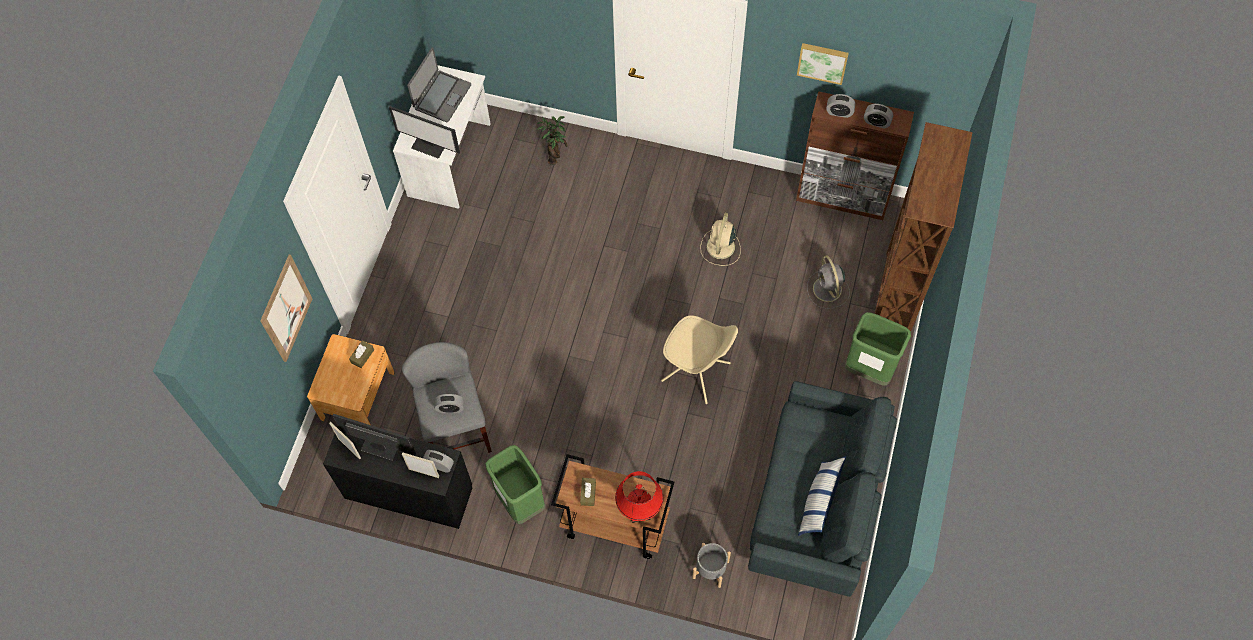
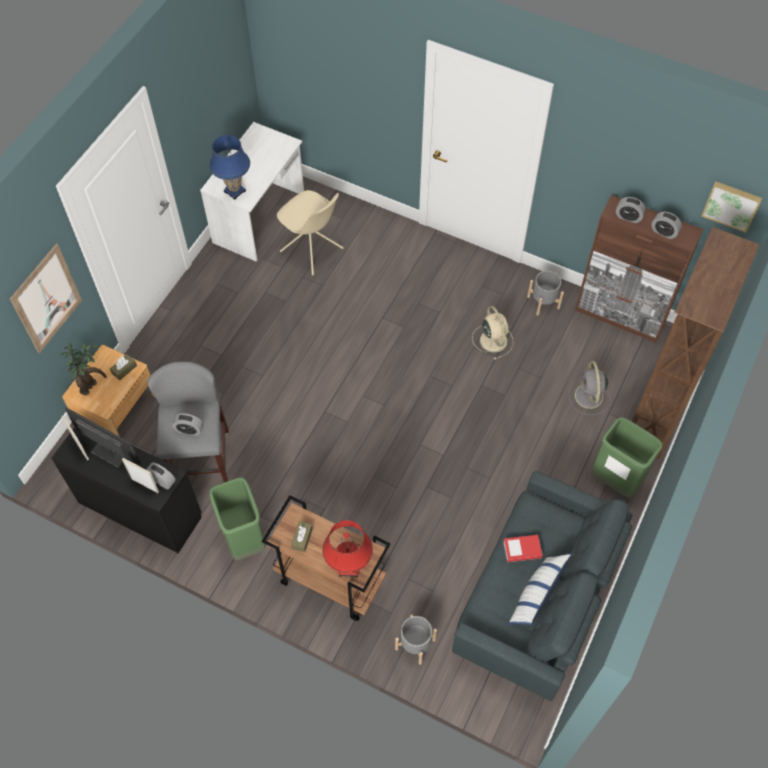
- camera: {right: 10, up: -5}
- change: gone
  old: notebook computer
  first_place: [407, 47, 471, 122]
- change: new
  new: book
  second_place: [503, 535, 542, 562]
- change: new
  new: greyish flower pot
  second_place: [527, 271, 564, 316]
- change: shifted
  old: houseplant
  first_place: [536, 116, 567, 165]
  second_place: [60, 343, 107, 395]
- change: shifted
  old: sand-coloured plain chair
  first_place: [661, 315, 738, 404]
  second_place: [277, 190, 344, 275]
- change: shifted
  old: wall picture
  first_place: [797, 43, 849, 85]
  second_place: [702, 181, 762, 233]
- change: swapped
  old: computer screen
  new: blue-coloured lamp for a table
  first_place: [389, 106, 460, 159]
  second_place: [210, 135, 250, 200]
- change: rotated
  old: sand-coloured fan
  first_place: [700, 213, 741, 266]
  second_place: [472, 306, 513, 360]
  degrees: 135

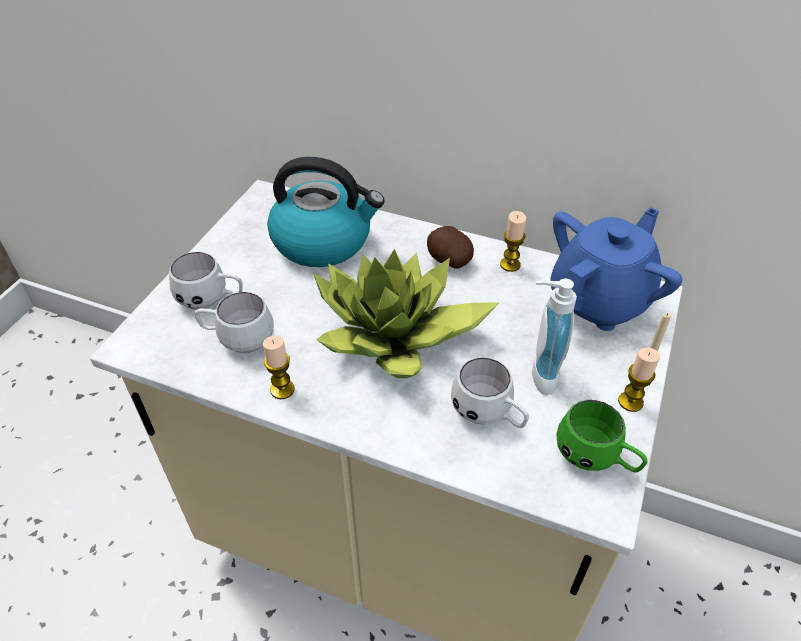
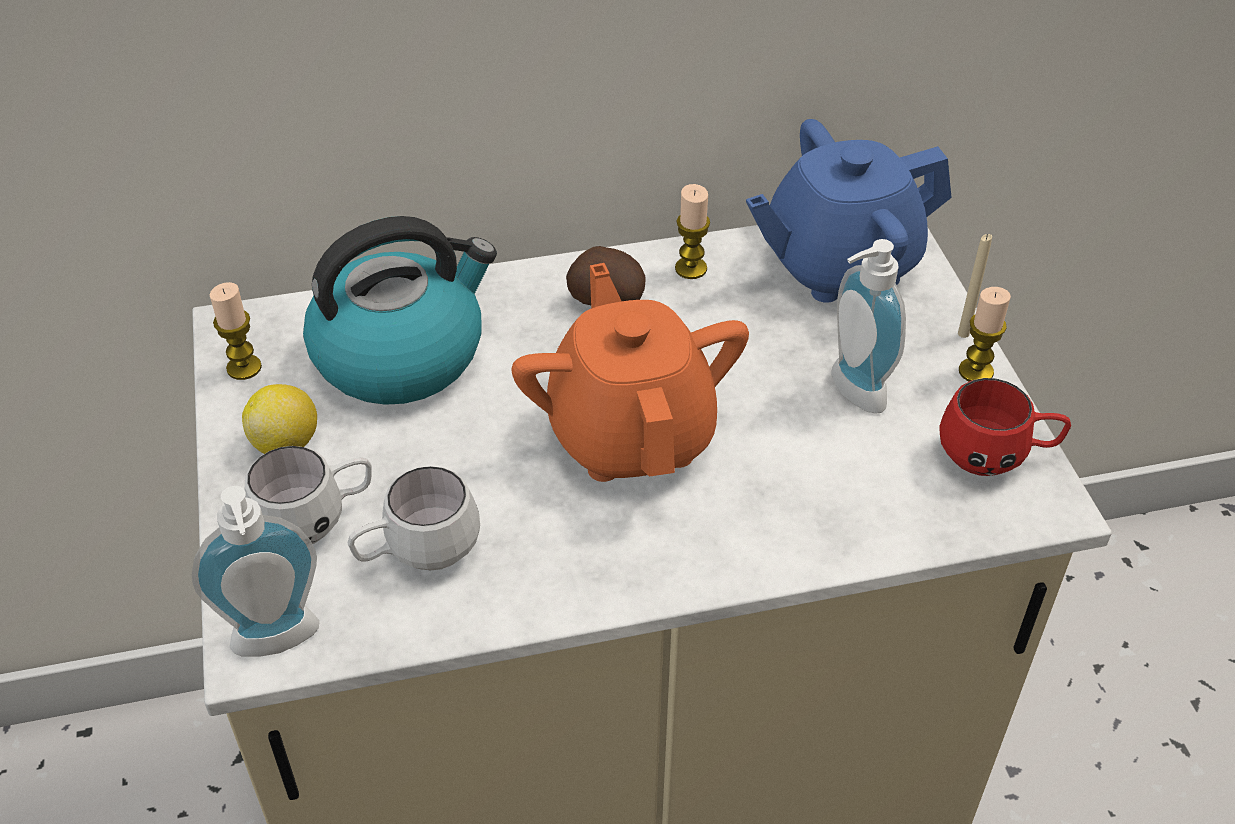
- camera: {right: -35, up: 0}
- change: gone
  old: white-coloured tea mug
  first_place: [451, 358, 529, 428]
- change: new
  new: soap dispenser
  second_place: [192, 486, 320, 657]
- change: new
  new: citrus fruit
  second_place: [242, 384, 317, 454]
- change: shifted
  old: candle
  first_place: [263, 335, 295, 399]
  second_place: [209, 282, 262, 380]
- change: swapped
  old: houseplant
  new: orange-coloured tea pot
  first_place: [313, 249, 500, 378]
  second_place: [512, 263, 749, 482]
- change: repainted
  old: greenish tea mug
  new: red tea mug
  first_place: [557, 400, 647, 472]
  second_place: [940, 378, 1071, 476]
- change: rotated
  old: blue-coloured tea pot
  first_place: [550, 207, 682, 331]
  second_place: [746, 119, 952, 303]
  degrees: -120

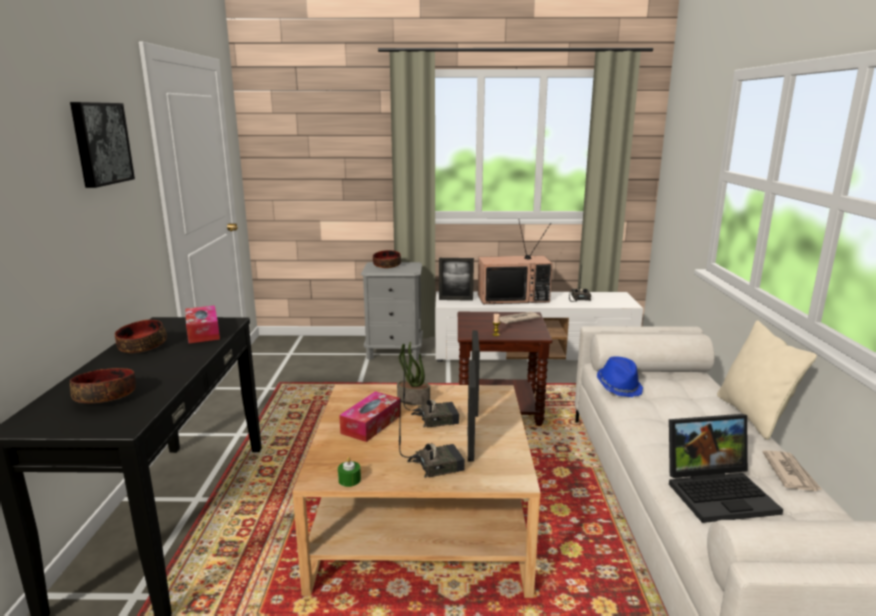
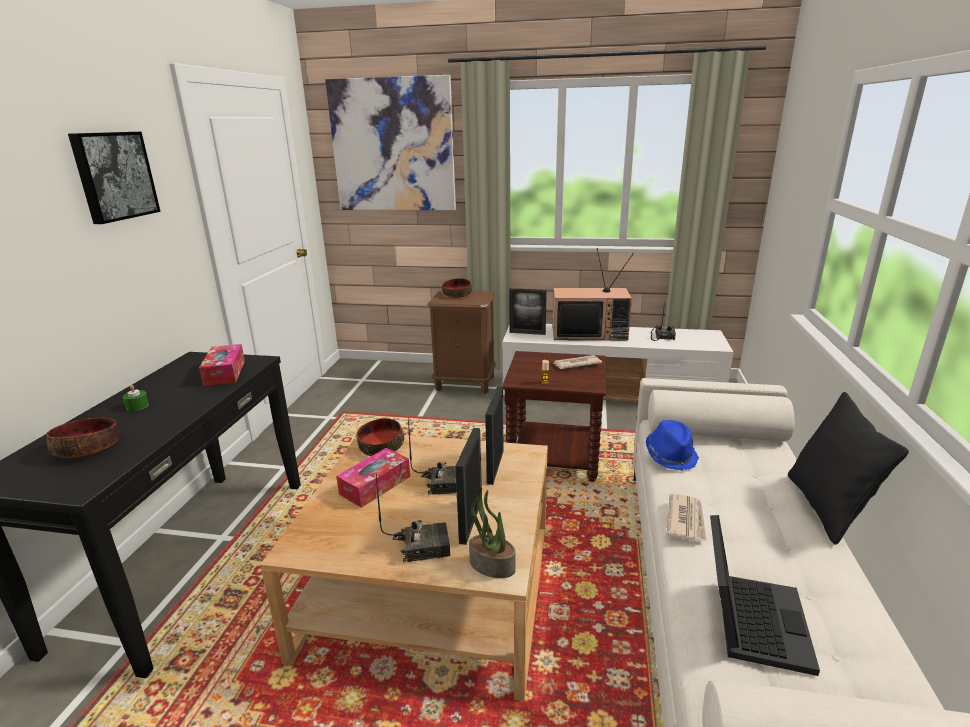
- camera: {right: 10, up: 5}
- change: new
  new: wall picture
  second_place: [325, 75, 456, 210]
- change: shifted
  old: bowl
  first_place: [115, 320, 167, 353]
  second_place: [357, 418, 404, 456]
- change: shifted
  old: greenish candle
  first_place: [338, 457, 361, 487]
  second_place: [123, 385, 149, 411]
- change: shifted
  old: houseplant
  first_place: [397, 342, 430, 405]
  second_place: [469, 487, 516, 578]
- change: shifted
  old: newspaper
  first_place: [763, 450, 822, 491]
  second_place: [667, 494, 707, 542]
- change: repainted
  old: greyish night table
  new: brown night table
  first_place: [361, 262, 423, 360]
  second_place: [427, 290, 496, 394]
- change: repainted
  old: sand-coloured throw pillow
  new: blackish throw pillow
  first_place: [717, 320, 817, 440]
  second_place: [788, 392, 909, 545]
- change: rotated
  old: notebook computer
  first_place: [669, 414, 783, 523]
  second_place: [710, 515, 820, 676]
  degrees: -75

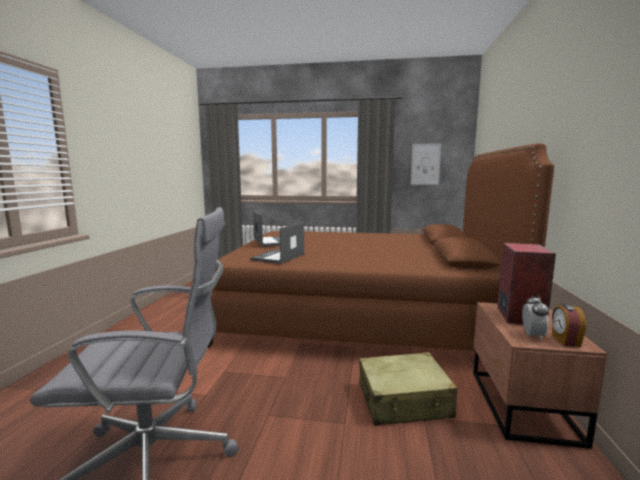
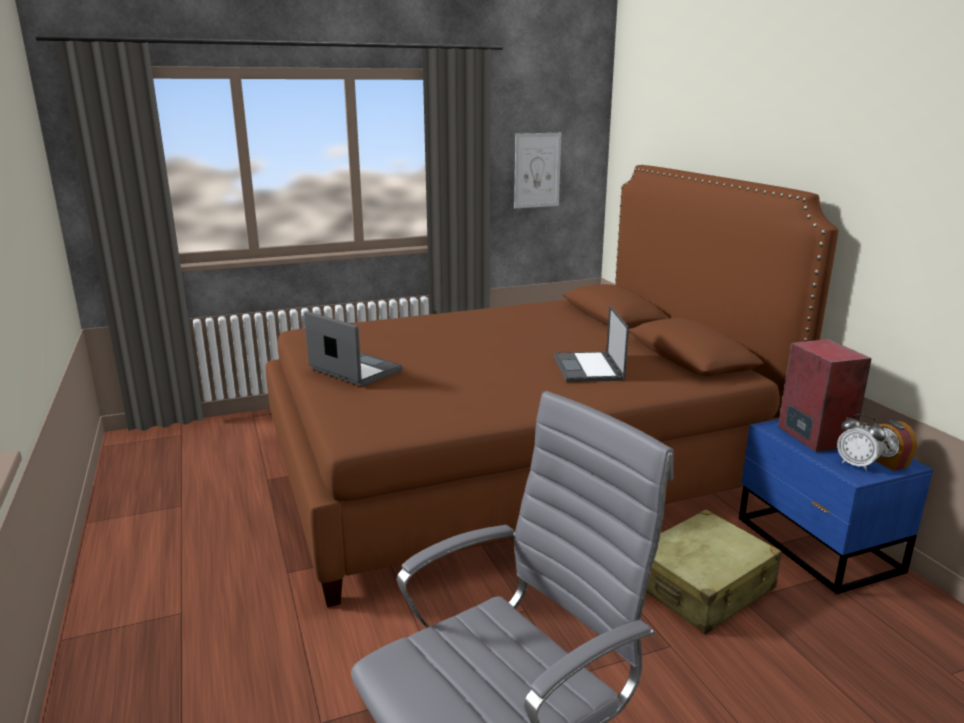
- camera: {right: -30, up: 10}
- change: shifted
  old: notebook computer
  first_place: [250, 222, 304, 264]
  second_place: [554, 305, 629, 382]
- change: repainted
  old: brown night table
  new: blue-coloured night table
  first_place: [473, 302, 607, 449]
  second_place: [739, 419, 933, 594]
- change: rotated
  old: alarm clock
  first_place: [522, 293, 549, 340]
  second_place: [837, 414, 886, 471]
  degrees: 150

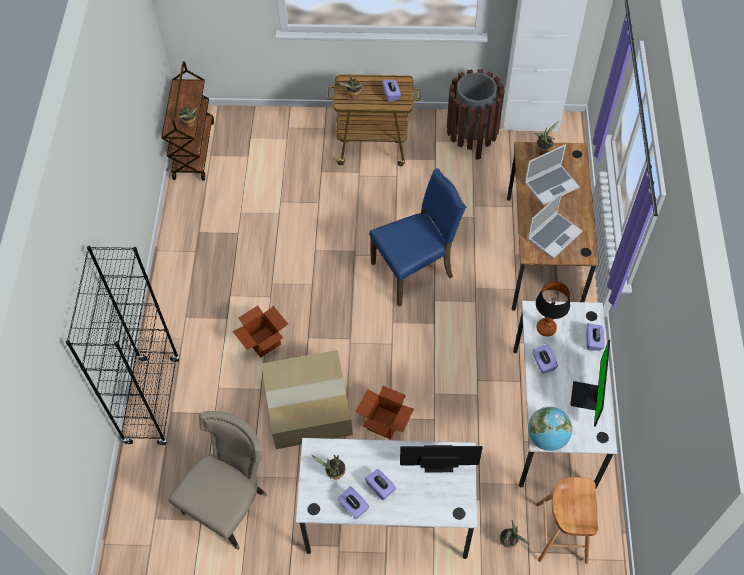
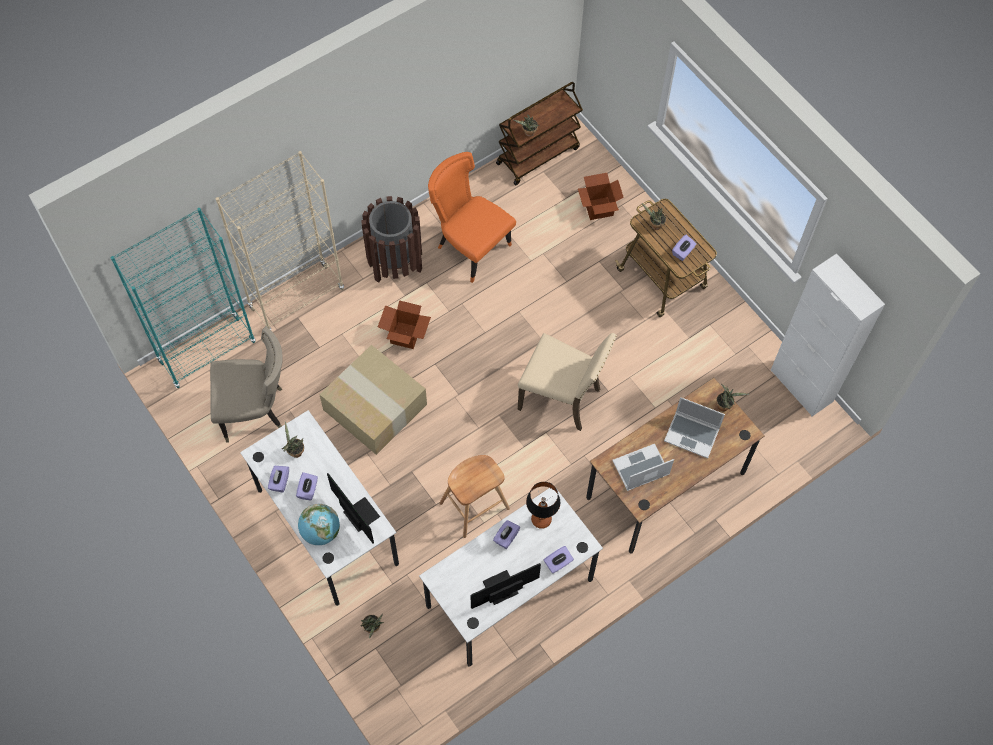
- camera: {right: 50, up: 5}
- change: new
  new: turquoise shelving unit
  second_place: [111, 208, 256, 388]
- change: new
  new: orange-coloured plain chair
  second_place: [428, 152, 516, 283]
- change: shifted
  old: packing box
  first_place: [355, 386, 414, 439]
  second_place: [578, 173, 624, 220]
- change: shifted
  old: brown waste bin
  first_place: [447, 69, 504, 160]
  second_place: [361, 196, 422, 283]
- change: shifted
  old: globe
  first_place: [528, 407, 572, 451]
  second_place: [298, 504, 340, 545]
- change: shifted
  old: brown stool seat
  first_place: [536, 477, 598, 564]
  second_place: [439, 455, 510, 538]
- change: repainted
  old: blackish shelving unit
  new: sand-coloured shelving unit
  first_place: [66, 246, 180, 445]
  second_place: [216, 151, 344, 330]
- change: repainted
  old: blue-coloured plain chair
  new: sand-coloured plain chair
  first_place: [369, 168, 466, 307]
  second_place: [518, 333, 617, 431]
- change: rotated
  old: notebook computer
  first_place: [527, 192, 582, 259]
  second_place: [612, 444, 674, 491]
  degrees: 150

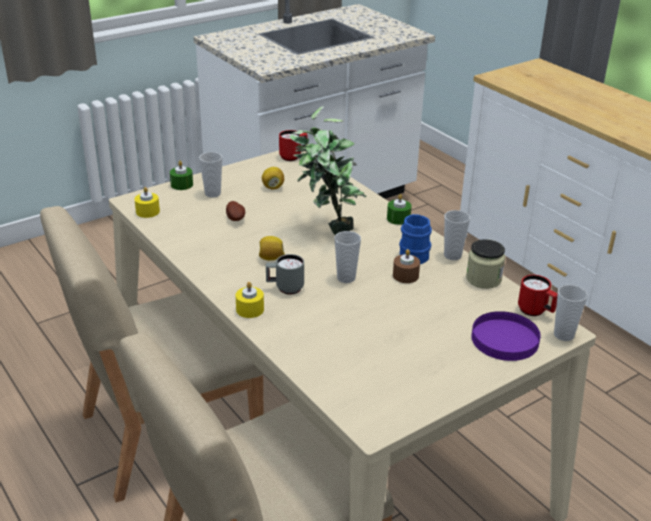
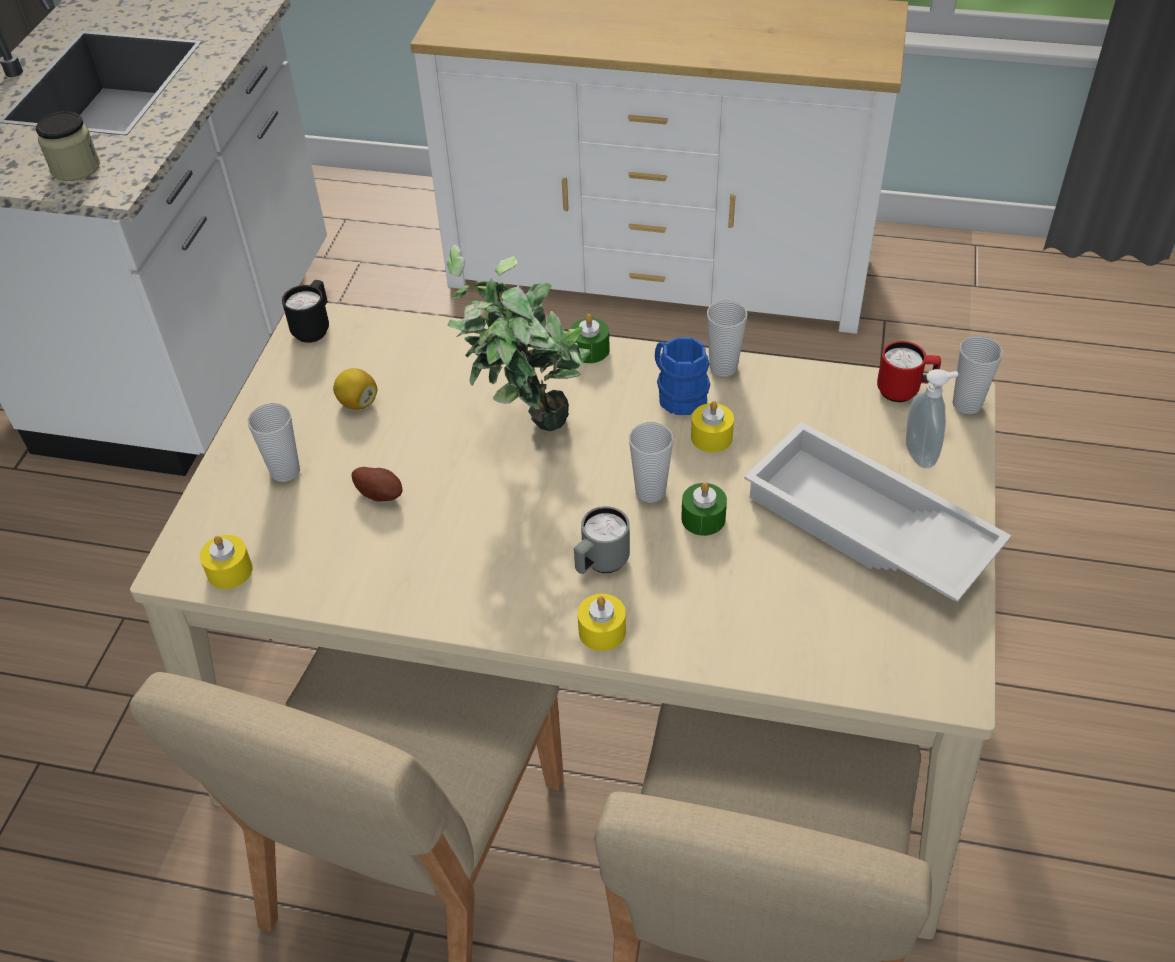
- camera: {right: -40, up: 15}
- change: gone
  old: citrus fruit
  first_place: [259, 236, 285, 260]
- change: new
  new: white-coloured serving tray
  second_place: [744, 422, 1012, 602]
- change: shifted
  old: greenish candle
  first_place: [170, 161, 193, 190]
  second_place: [681, 482, 727, 536]
- change: shifted
  old: jar
  first_place: [466, 239, 505, 289]
  second_place: [36, 112, 100, 181]
- change: swapped
  old: purplish plate
  new: soap dispenser
  first_place: [471, 311, 541, 361]
  second_place: [906, 369, 958, 468]
- change: repainted
  old: red tea mug
  new: blackish tea mug
  first_place: [279, 130, 308, 161]
  second_place: [282, 280, 329, 343]
- change: repainted
  old: brown candle
  new: yellowish candle
  first_place: [393, 249, 420, 283]
  second_place: [691, 401, 734, 453]

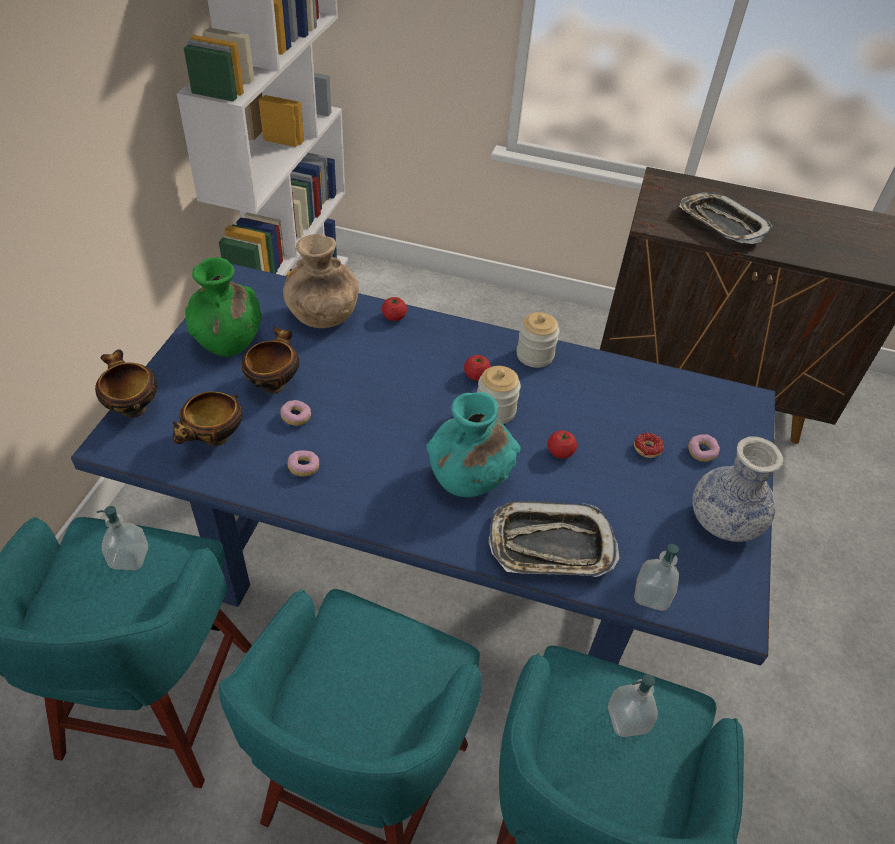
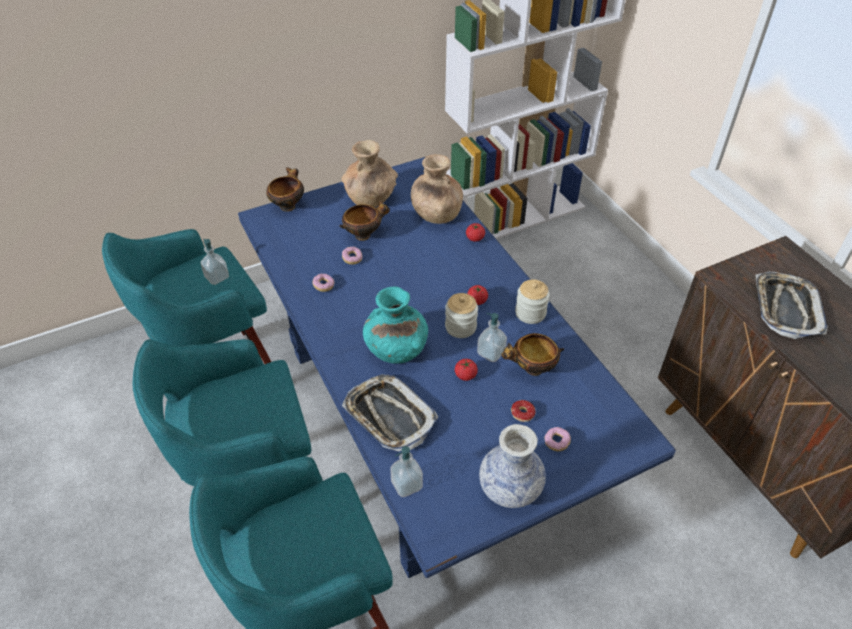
- camera: {right: 50, up: 0}
- change: shifted
  old: bowl
  first_place: [173, 391, 242, 446]
  second_place: [501, 333, 564, 376]
- change: shifted
  old: soap dispenser
  first_place: [608, 674, 658, 737]
  second_place: [477, 313, 507, 362]
- change: repainted
  old: greenish vase
  new: brown vase
  first_place: [185, 257, 262, 357]
  second_place: [342, 140, 398, 207]

